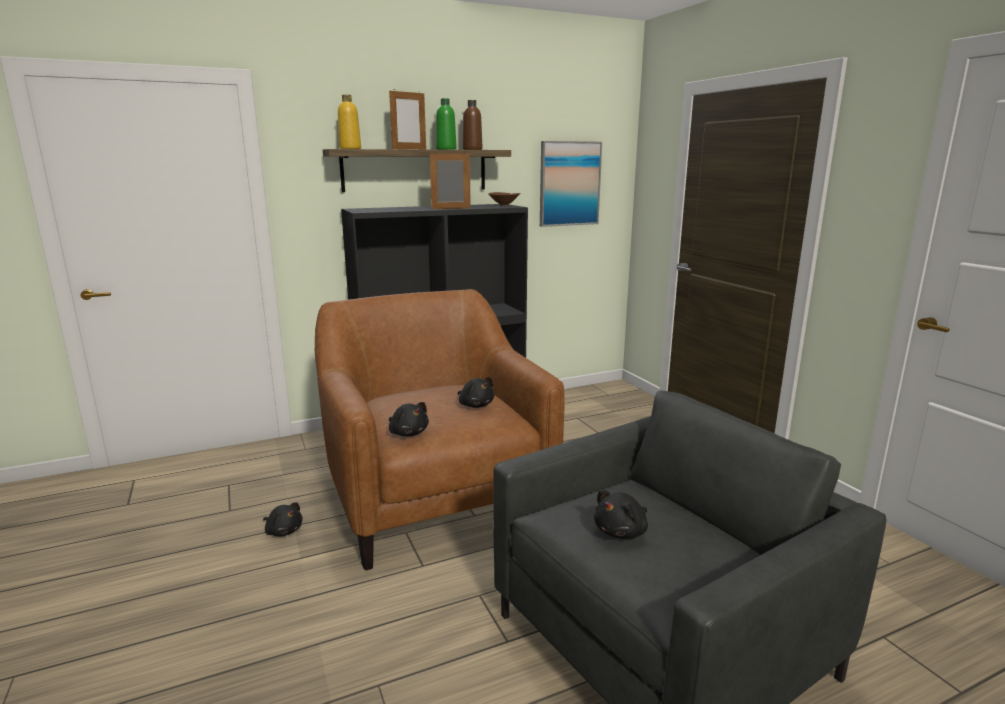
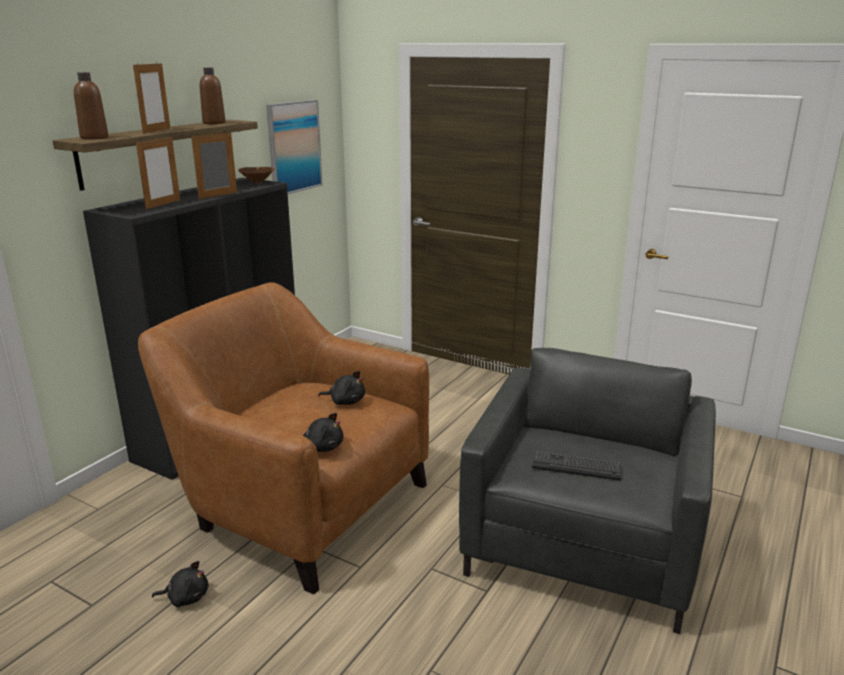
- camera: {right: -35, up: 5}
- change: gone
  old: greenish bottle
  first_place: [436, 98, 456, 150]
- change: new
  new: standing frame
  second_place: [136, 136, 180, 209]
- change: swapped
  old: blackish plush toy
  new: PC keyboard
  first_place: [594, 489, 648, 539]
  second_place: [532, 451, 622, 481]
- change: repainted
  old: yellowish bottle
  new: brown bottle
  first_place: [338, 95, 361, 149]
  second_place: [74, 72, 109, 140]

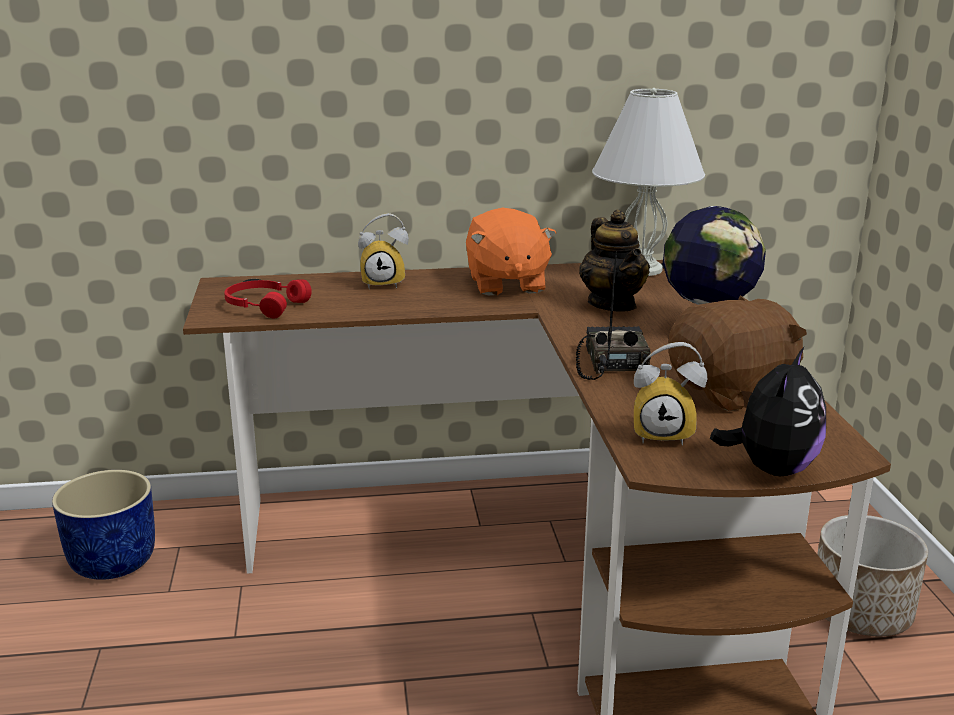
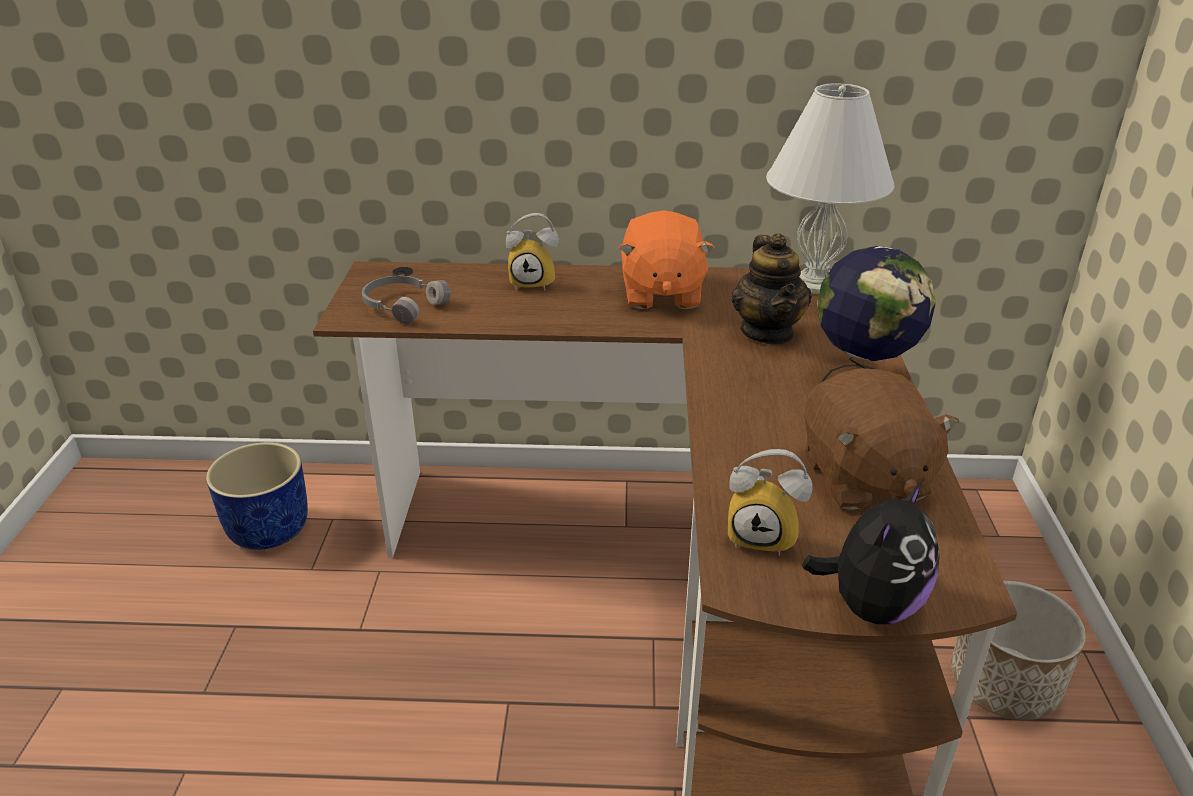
- camera: {right: 10, up: 10}
- change: gone
  old: radio receiver
  first_place: [576, 251, 651, 380]
- change: repainted
  old: red pair of headphones
  new: greyish pair of headphones
  first_place: [224, 280, 312, 318]
  second_place: [362, 276, 451, 324]
- change: rotated
  old: brown plush toy
  first_place: [669, 295, 807, 411]
  second_place: [804, 368, 960, 510]
  degrees: 90

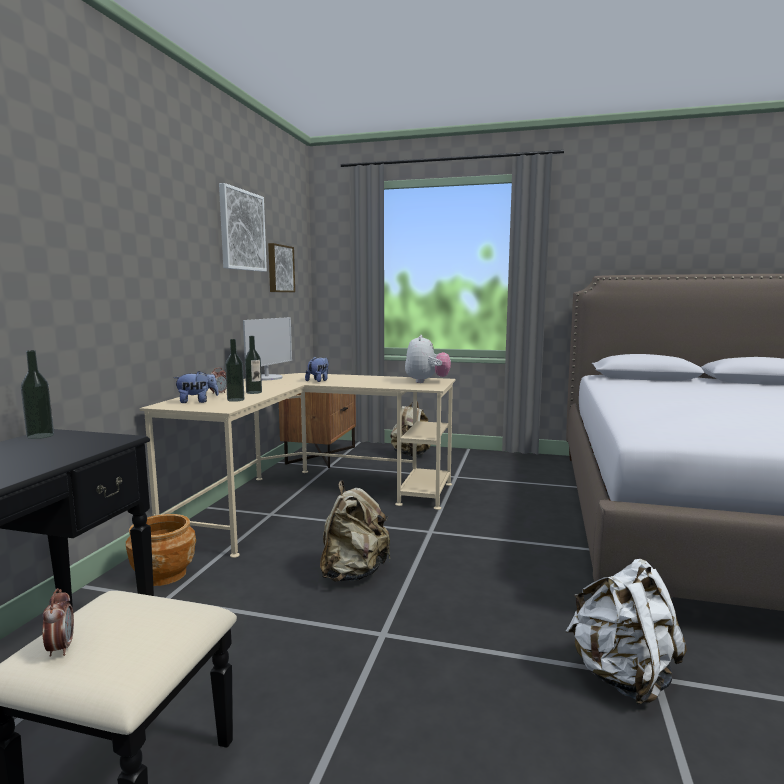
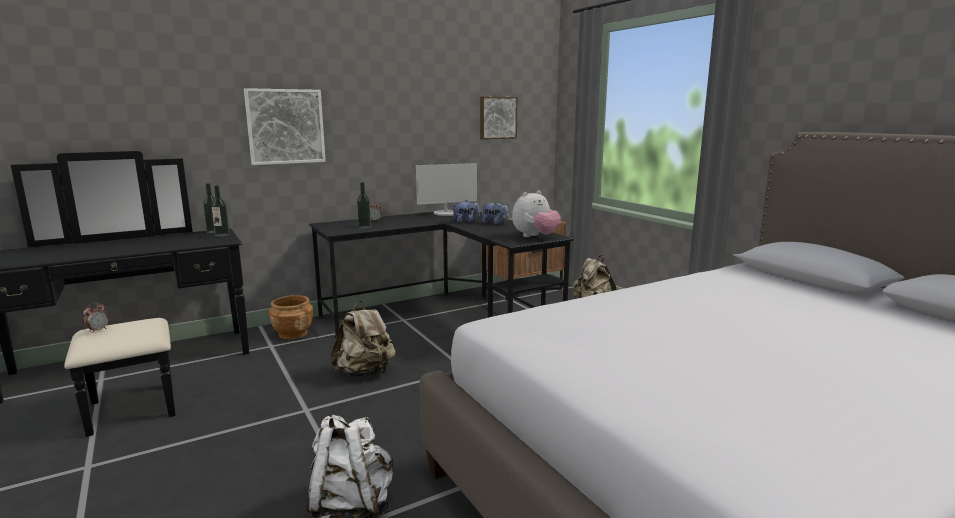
- camera: {right: 45, up: 5}
- change: shifted
  old: plush toy
  first_place: [174, 371, 219, 403]
  second_place: [482, 202, 509, 225]
- change: shifted
  old: wall picture
  first_place: [219, 183, 267, 272]
  second_place: [244, 88, 326, 165]
- change: shifted
  old: bottle
  first_place: [245, 336, 262, 394]
  second_place: [211, 185, 230, 237]
- change: repainted
  old: sand-coloured desk table
  new: blackish desk table
  first_place: [140, 373, 456, 558]
  second_place: [309, 212, 574, 338]

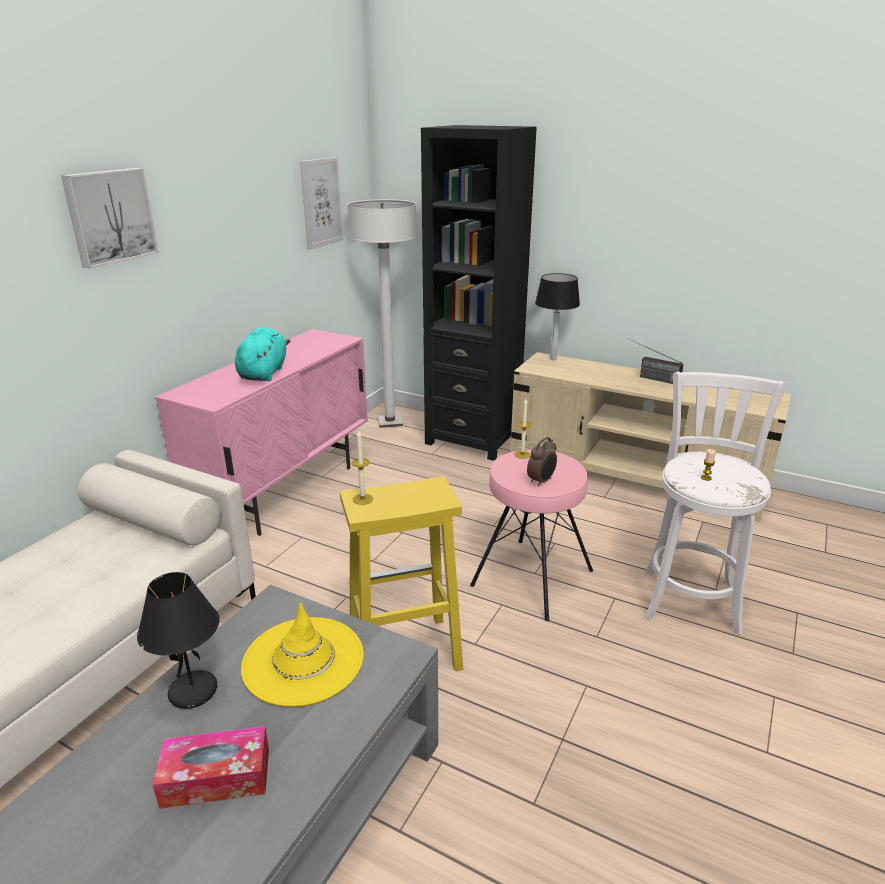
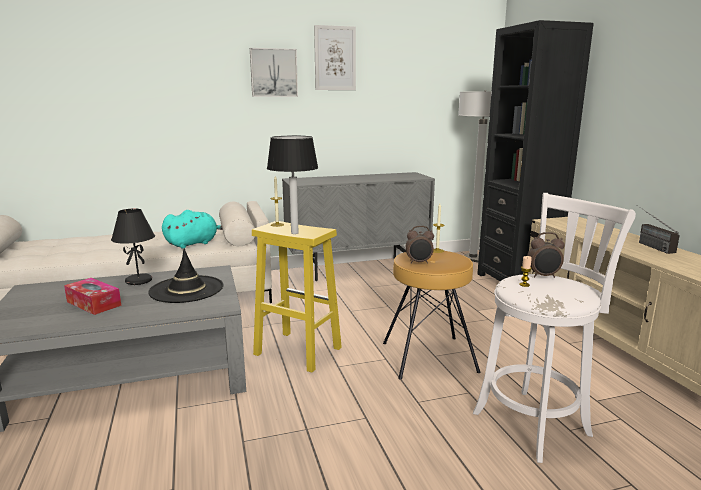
- camera: {right: 45, up: -10}
- change: new
  new: alarm clock
  second_place: [527, 232, 564, 278]
- change: shifted
  old: turquoise plush toy
  first_place: [235, 328, 290, 381]
  second_place: [162, 210, 223, 249]
- change: shifted
  old: wall picture
  first_place: [300, 157, 343, 250]
  second_place: [314, 25, 356, 90]
- change: shifted
  old: lamp for a table
  first_place: [535, 273, 580, 360]
  second_place: [267, 136, 318, 234]
- change: repainted
  old: pink-coloured cupboard
  new: greyish cupboard
  first_place: [155, 329, 368, 536]
  second_place: [282, 172, 435, 281]
- change: repainted
  old: yellowish hat
  new: blackish hat
  first_place: [241, 602, 364, 707]
  second_place: [148, 248, 224, 303]
- change: repainted
  old: pink-coloured stool seat
  new: brown stool seat
  first_place: [470, 450, 593, 621]
  second_place: [383, 251, 481, 380]

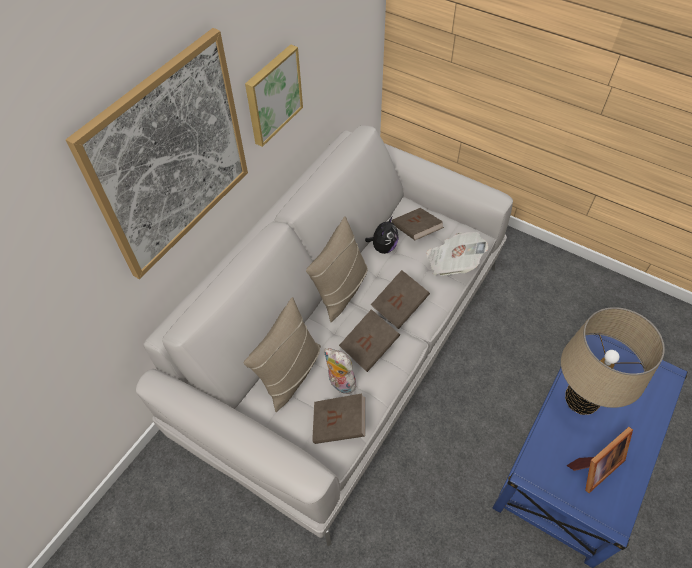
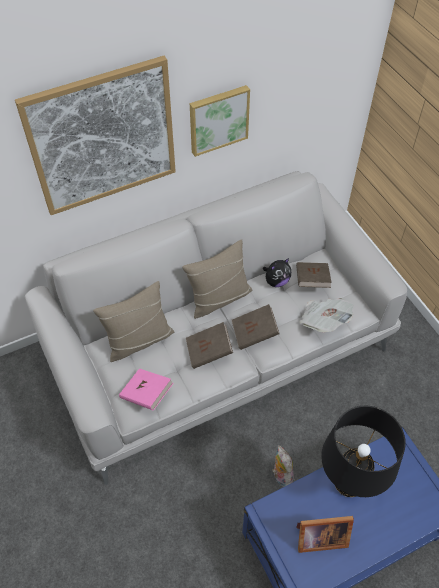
- camera: {right: 30, up: 0}
- change: shifted
  old: plush toy
  first_place: [324, 348, 356, 394]
  second_place: [272, 445, 294, 487]
- change: repainted
  old: brown book
  new: pink-coloured book
  first_place: [312, 393, 365, 444]
  second_place: [119, 368, 174, 411]
- change: repainted
  old: sand-coloured lamp for a table
  new: blackish lamp for a table
  first_place: [561, 307, 665, 415]
  second_place: [321, 406, 406, 497]

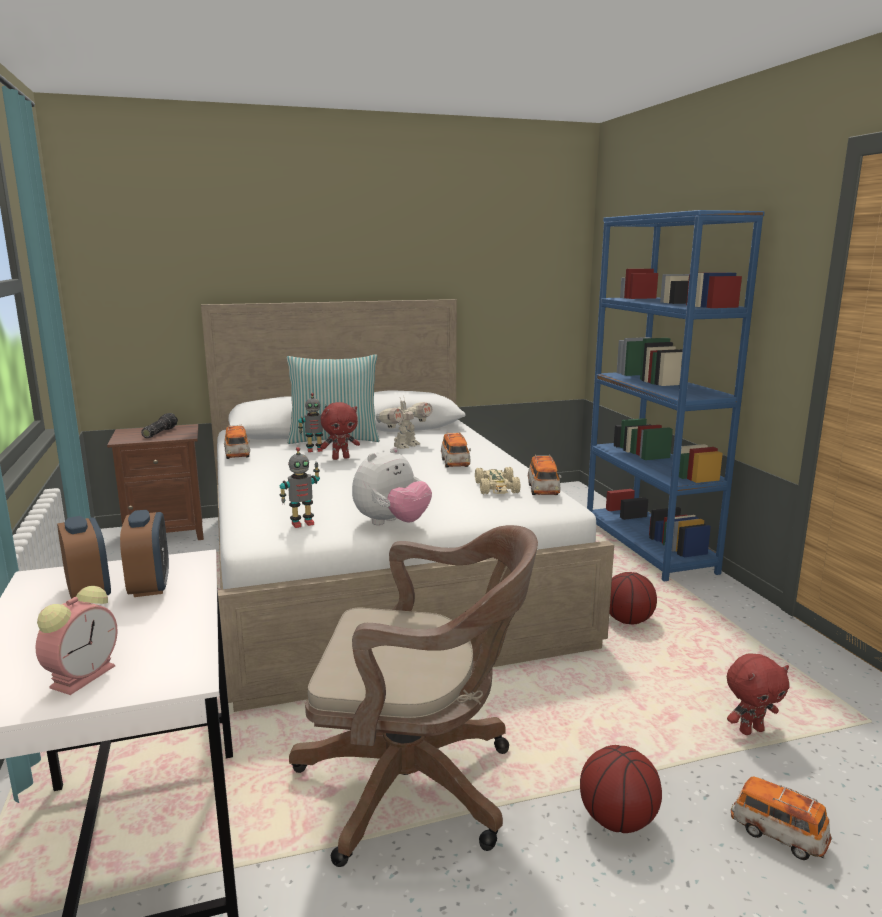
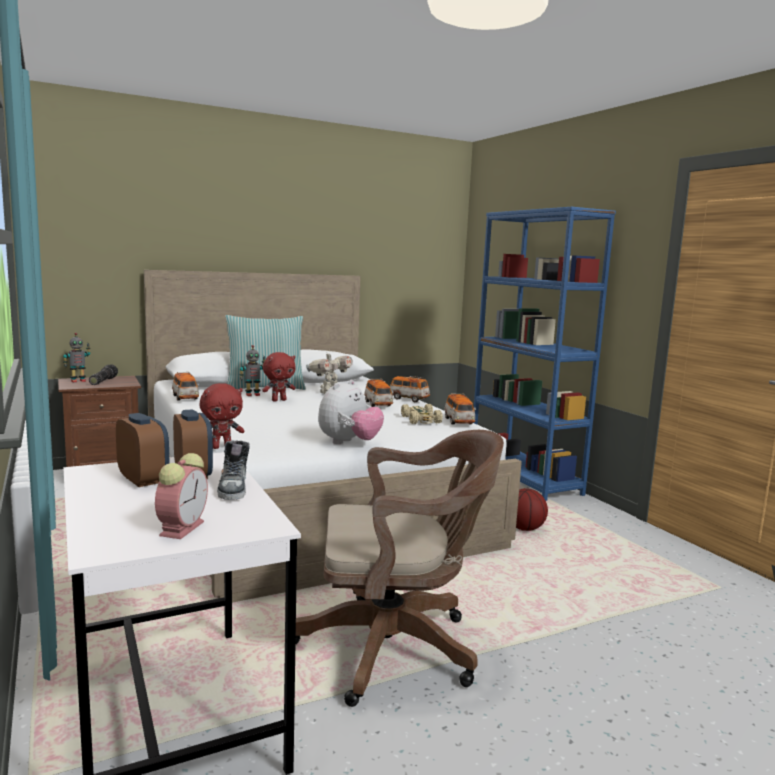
- camera: {right: -10, up: -5}
- change: gone
  old: basketball
  first_place: [580, 745, 662, 833]
- change: new
  new: shoe
  second_place: [217, 440, 250, 500]
- change: shifted
  old: toy robot
  first_place: [280, 447, 320, 528]
  second_place: [63, 333, 90, 382]
- change: shifted
  old: red plush toy
  first_place: [727, 654, 789, 735]
  second_place: [200, 383, 245, 449]
- change: shifted
  old: model car
  first_place: [731, 776, 831, 860]
  second_place: [390, 376, 430, 402]

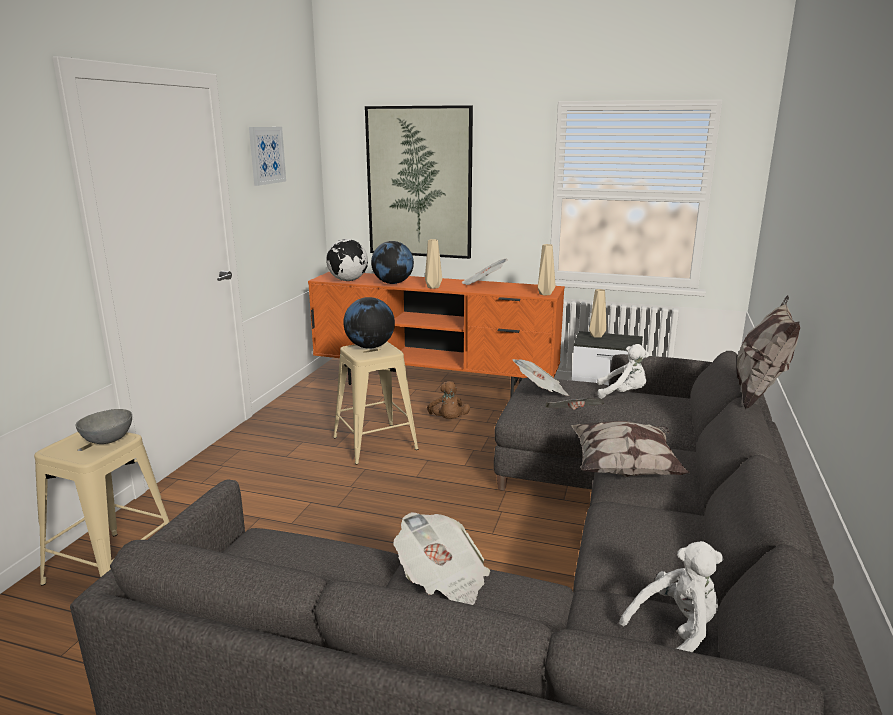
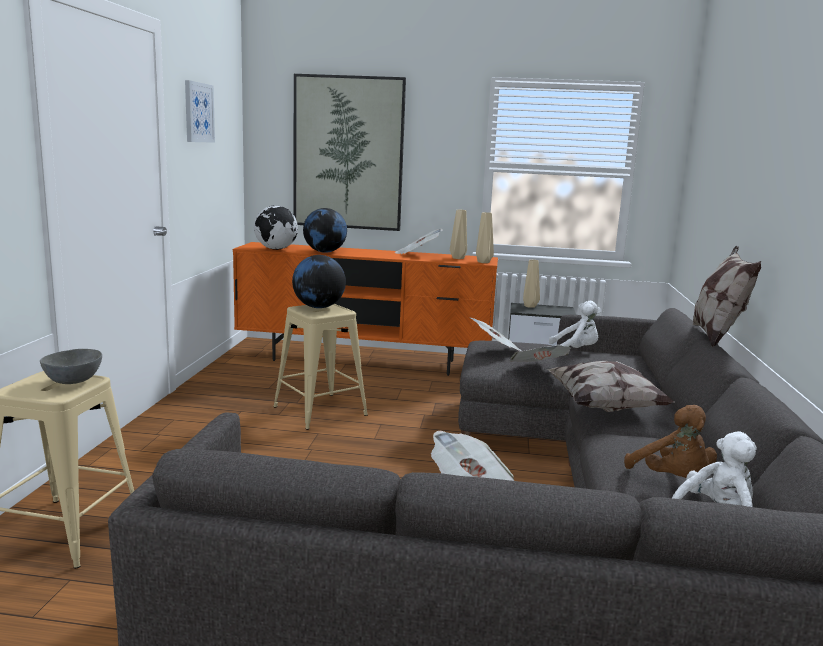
- camera: {right: -10, up: -5}
- change: shifted
  old: sand-coloured vase
  first_place: [425, 239, 442, 289]
  second_place: [450, 210, 467, 259]
- change: shifted
  old: brown plush toy
  first_place: [427, 381, 470, 419]
  second_place: [624, 405, 717, 478]

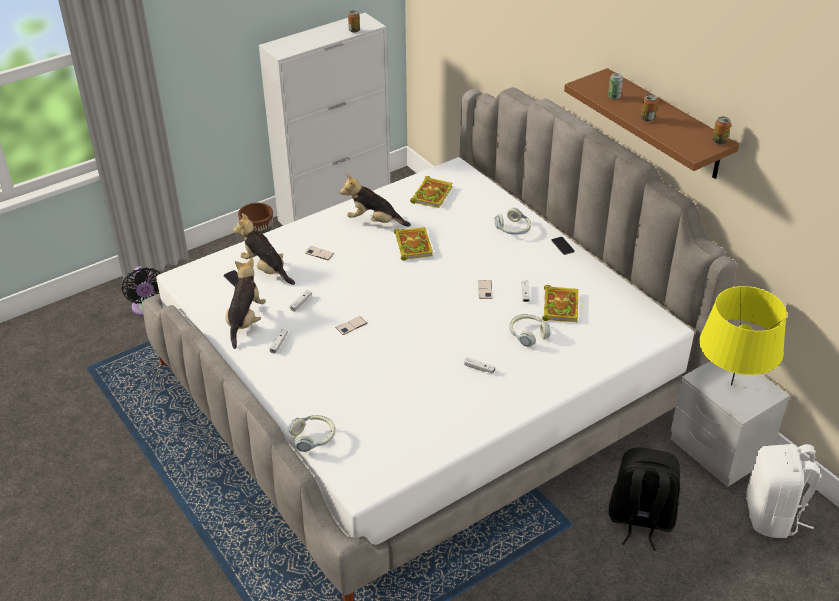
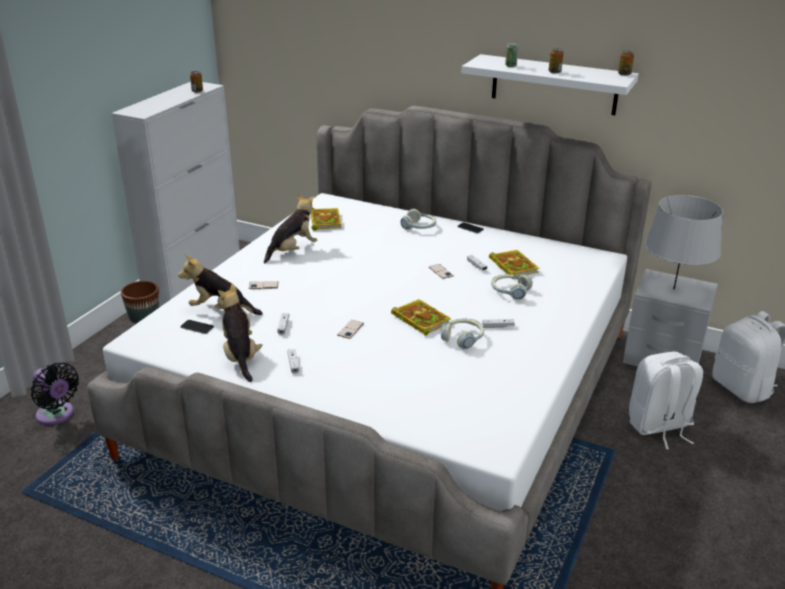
- camera: {right: -30, up: -10}
- change: shifted
  old: pair of headphones
  first_place: [288, 415, 335, 452]
  second_place: [441, 319, 484, 349]
- change: shifted
  old: book
  first_place: [394, 227, 433, 261]
  second_place: [391, 299, 451, 336]
- change: repainted
  old: brown wall shelf
  new: white-coloured wall shelf
  first_place: [564, 68, 739, 179]
  second_place: [462, 54, 639, 115]
- change: repainted
  old: blackish knapsack
  new: white-coloured knapsack
  first_place: [609, 447, 680, 550]
  second_place: [629, 352, 703, 449]
- change: repainted
  old: yellowish lamp for a table
  new: greyish lamp for a table
  first_place: [699, 286, 787, 386]
  second_place: [645, 195, 723, 290]
- change: rotated
  old: plush toy
  first_place: [340, 174, 411, 227]
  second_place: [264, 194, 317, 264]
  degrees: 150

